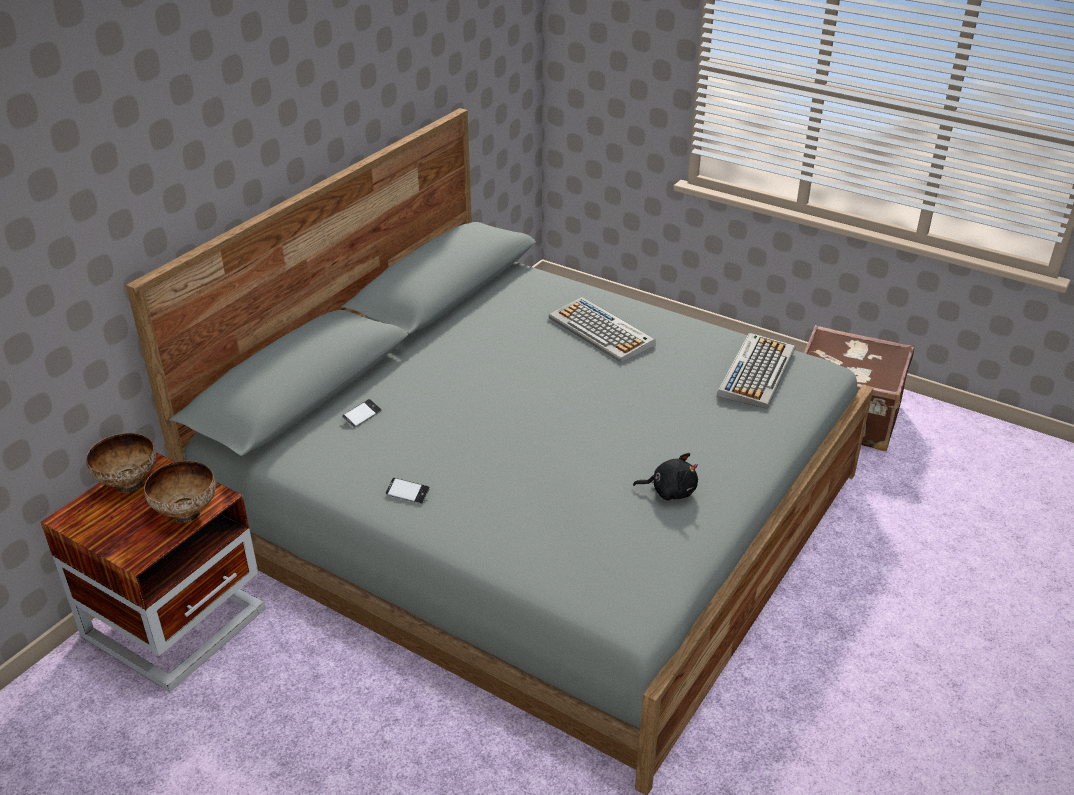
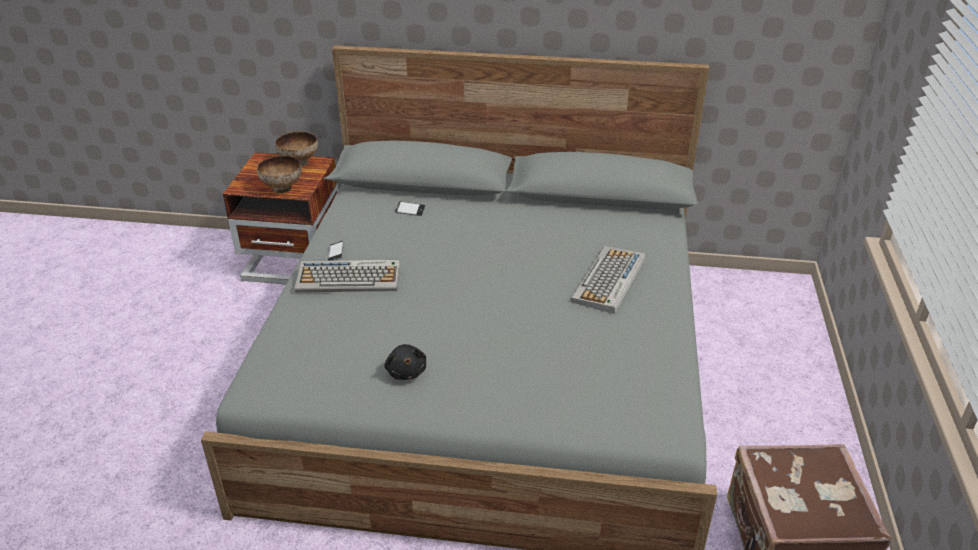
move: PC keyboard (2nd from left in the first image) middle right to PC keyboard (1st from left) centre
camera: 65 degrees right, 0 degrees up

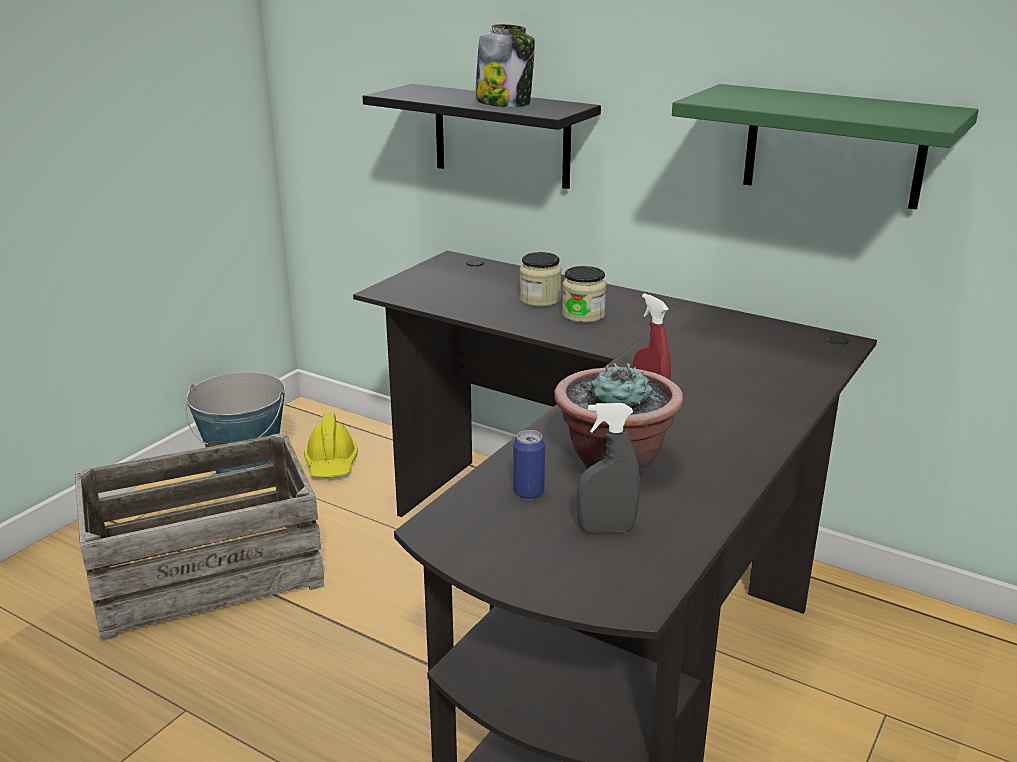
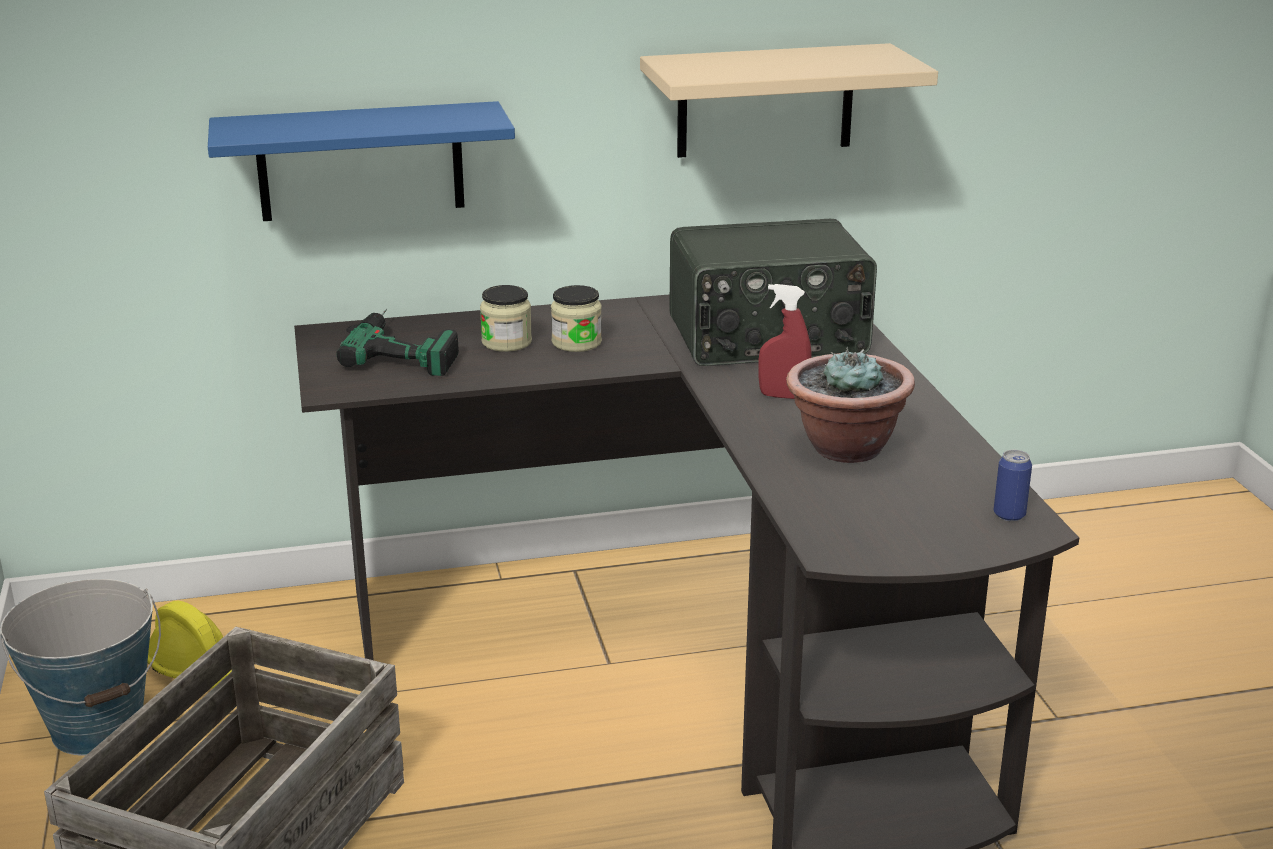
delete: jar (1st from left) top centre; greyish spray bottle centre
insert: electric drill middle left; radio receiver centre
move: sealed can centre to middle right
recolor: blackish wall shelf top centre to blue wall shelf top left; green-coloured wall shelf top right to beige wall shelf top centre
camera: 45 degrees left, 0 degrees up

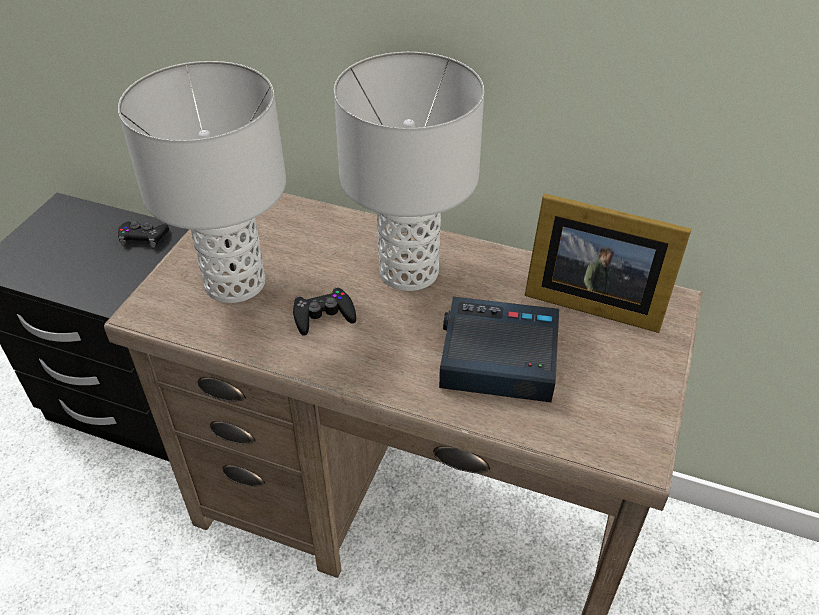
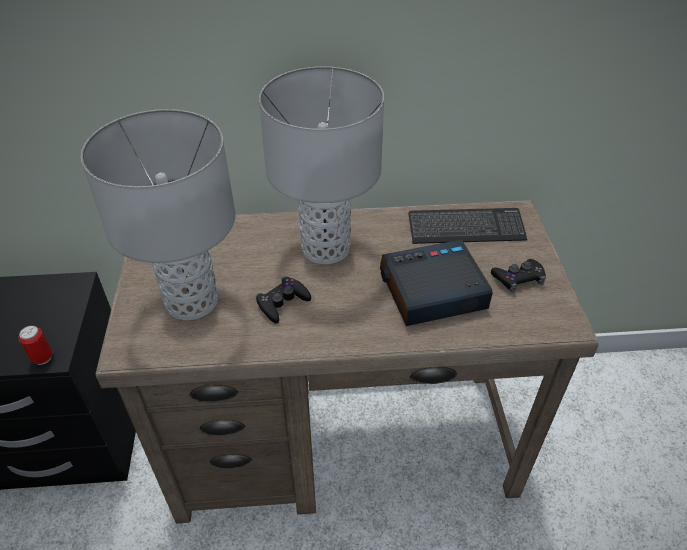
insert: sealed can middle left
move: blackish joypad (1st from left in the first image) middle left to blackish joypad (2nd from left) middle right
replace: picture frame middle right to PC keyboard middle right
camera: 25 degrees left, 0 degrees up

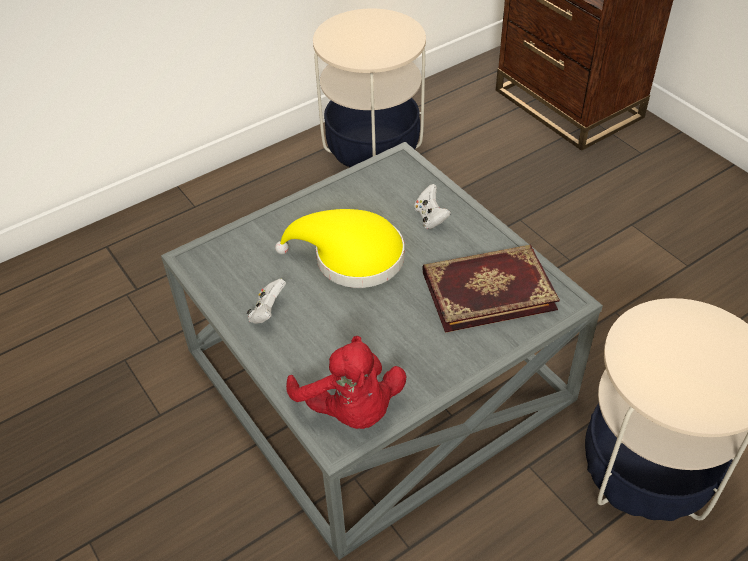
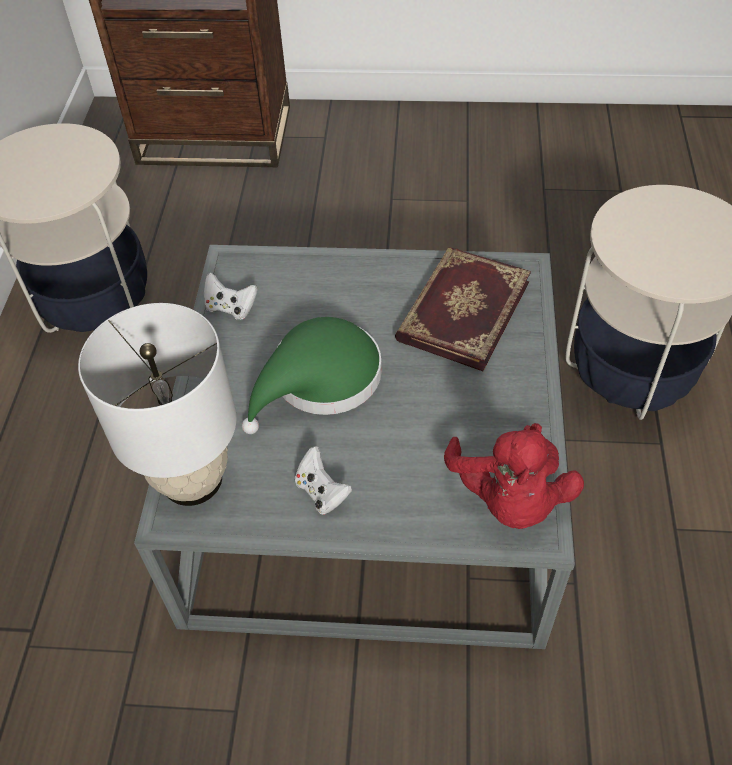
insert: white lamp for a table middle left
move: white joypad (2nd from left in the first image) centre to white joypad (1st from left) middle left
recolor: yellowish hat centre to green-coloured hat centre
rotate: red plush toy bottom centre = middle right 75 degrees clockwise
camera: 50 degrees left, 5 degrees up

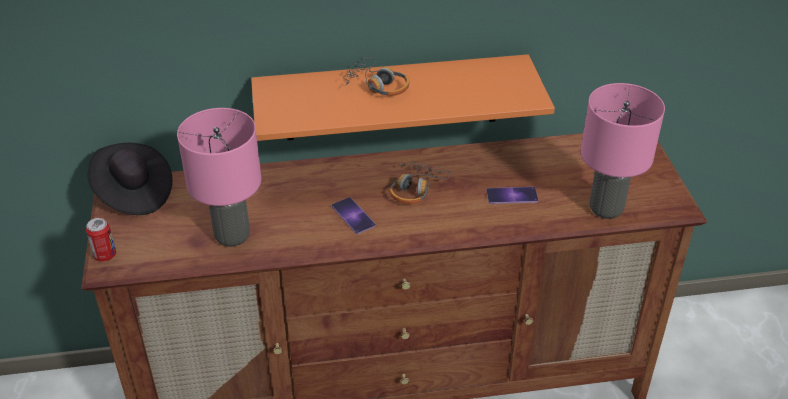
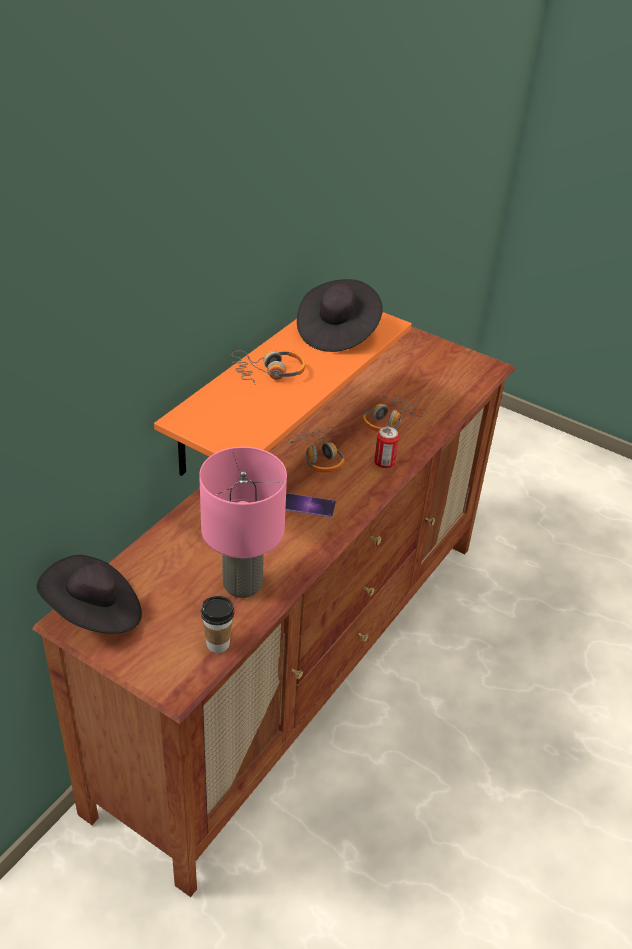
delete: pinkish lamp for a table (2nd from left) middle right
insert: small cup centre; blackish hat (2nd from left) top centre
move: sealed can middle left to centre
replace: phone (2nd from left) centre to headphones (3rd from left) centre
camera: 50 degrees left, 0 degrees up

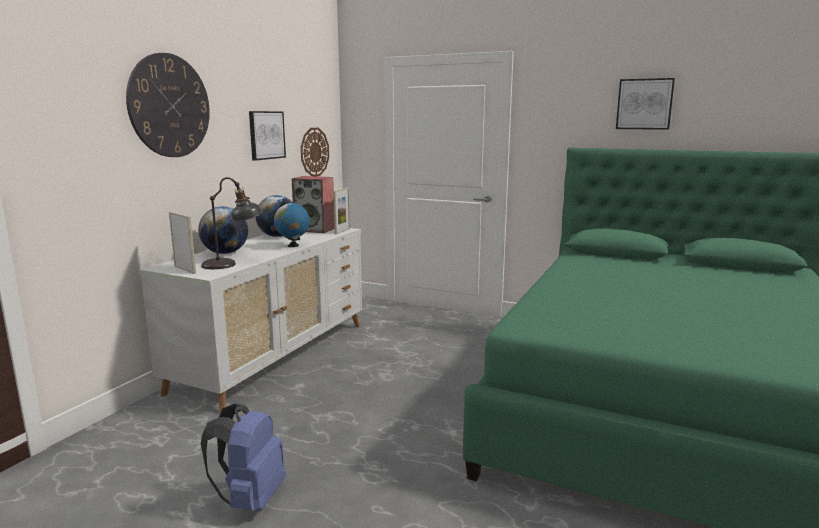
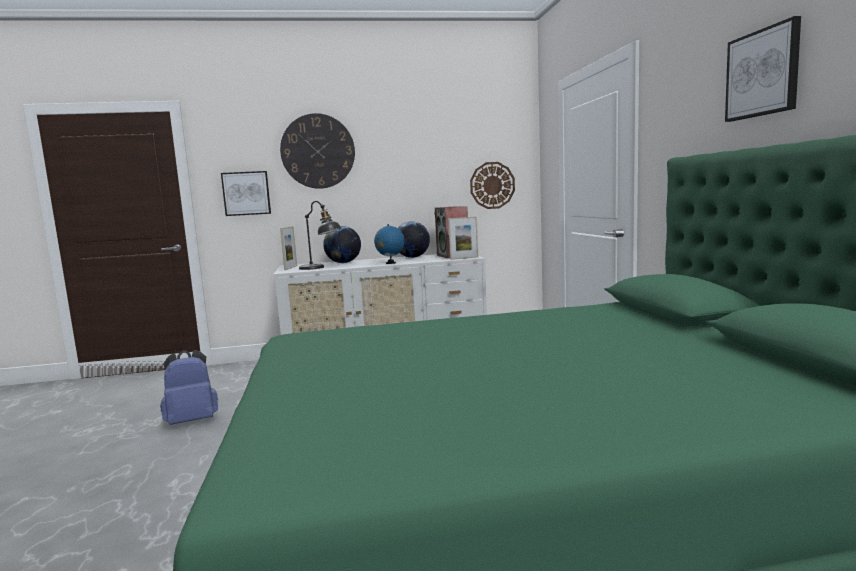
move: picture (1st from left) top left to middle left
camera: 55 degrees right, 5 degrees down

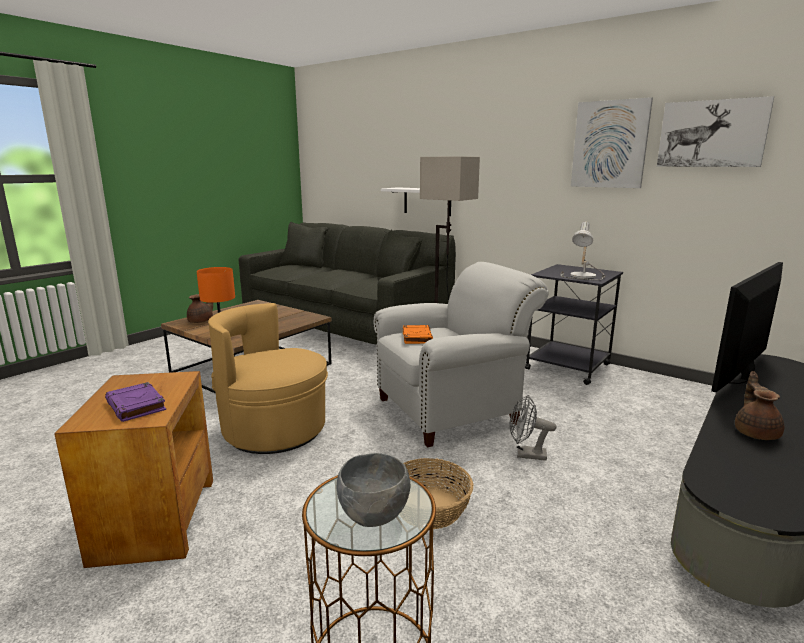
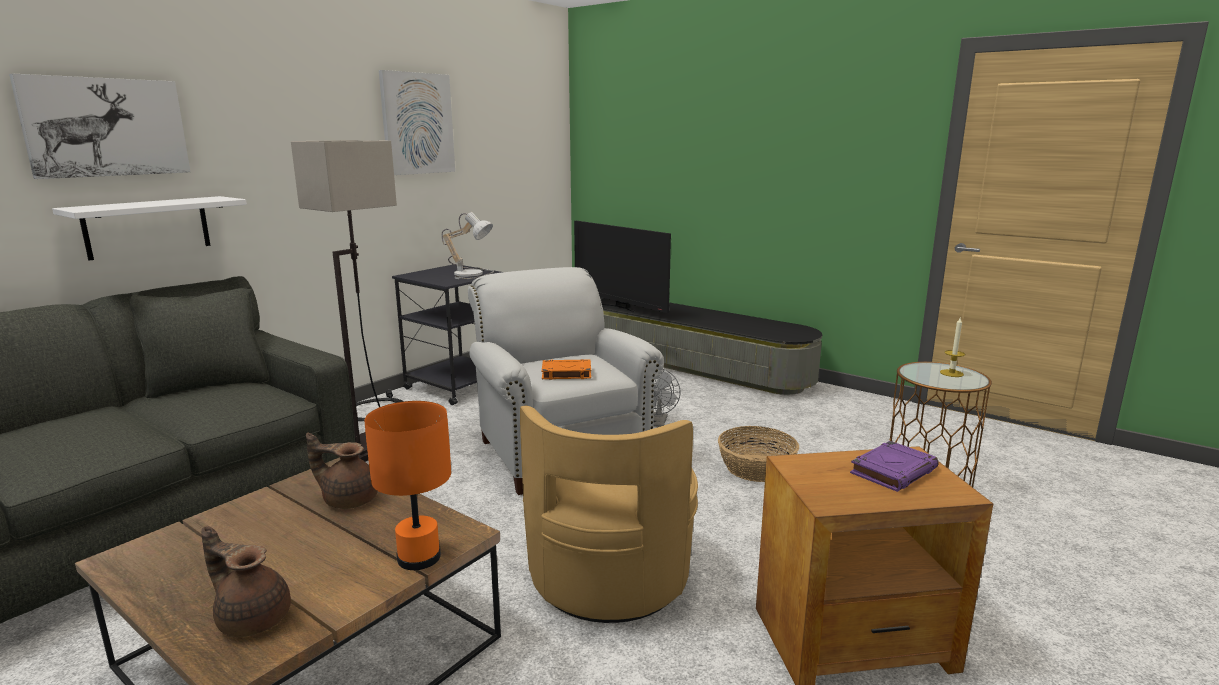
move: picture (2nd from left in the first image) top right to picture (1st from left) top left; brown teapot (2nd from left) middle right to bottom left
replace: greyish deep dish bottom centre to wax light middle right
camera: 90 degrees left, 0 degrees up

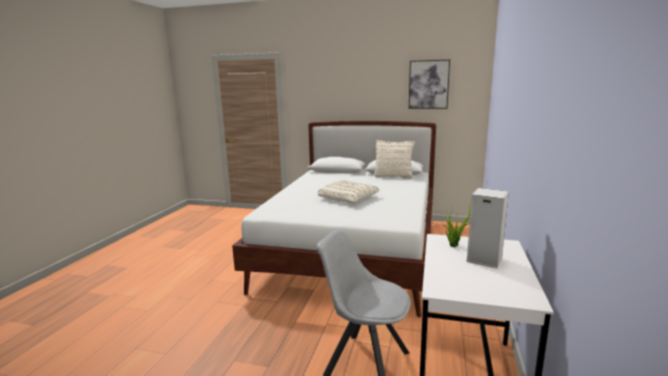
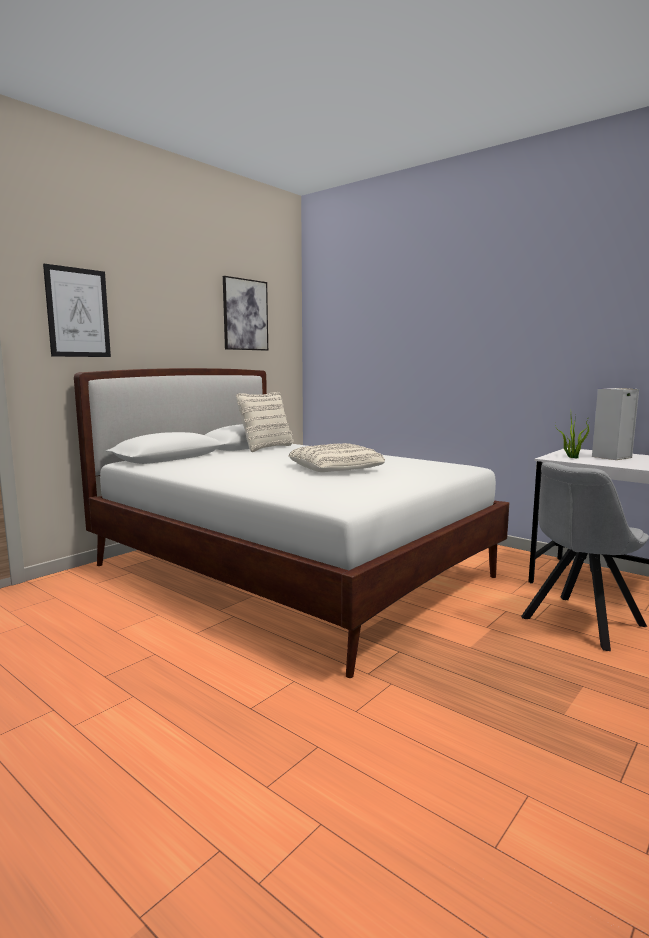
insert: picture (1st from left) top left
camera: 65 degrees left, 5 degrees down

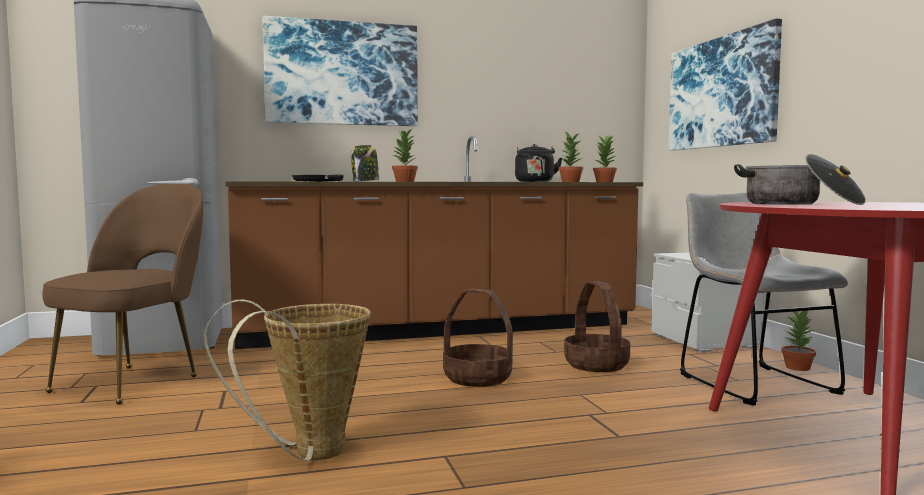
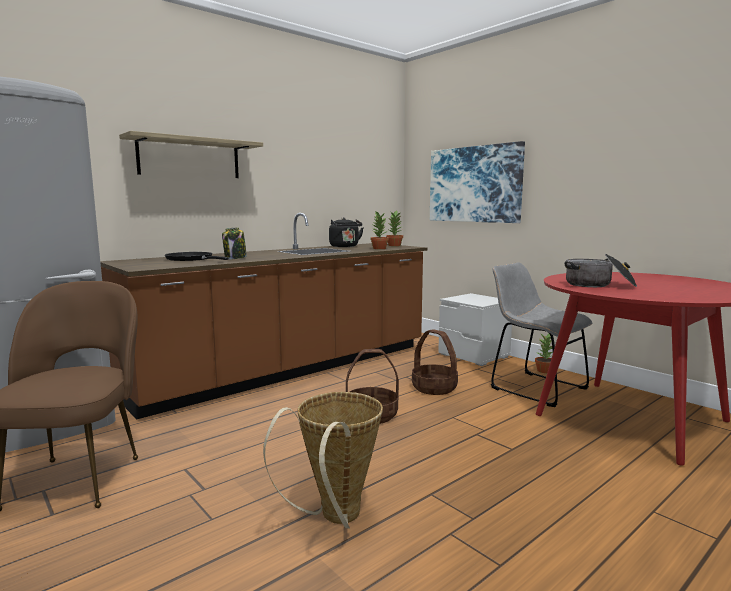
delete: potted plant (1st from left) top centre
replace: picture (1st from left) top centre to wall shelf top left
camera: 25 degrees left, 5 degrees up

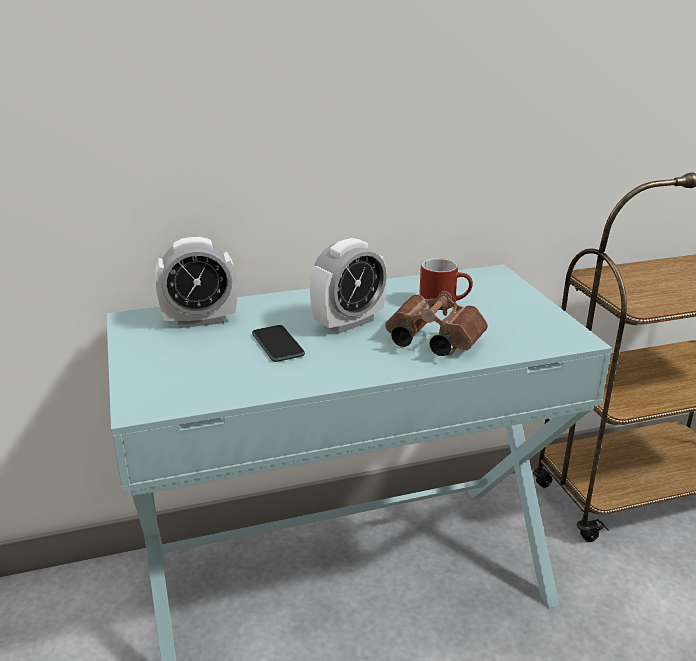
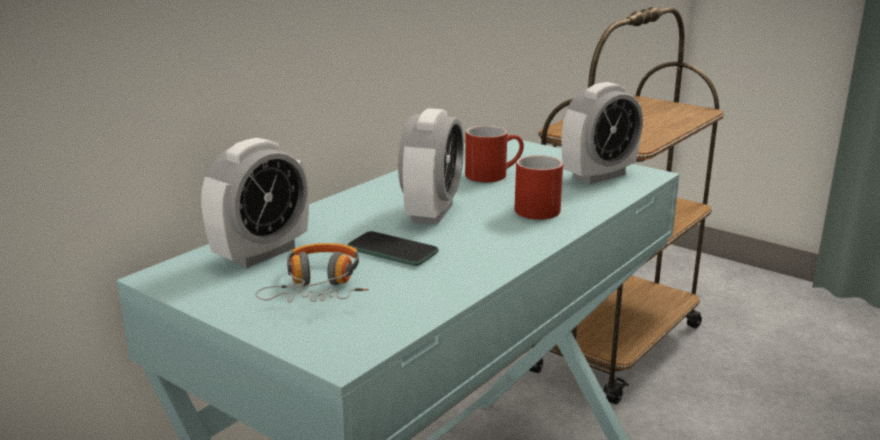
insert: headphones centre; alarm clock (3rd from left) top right
replace: brown field glasses centre to red coffee mug (2nd from left) centre
camera: 35 degrees left, 5 degrees down

